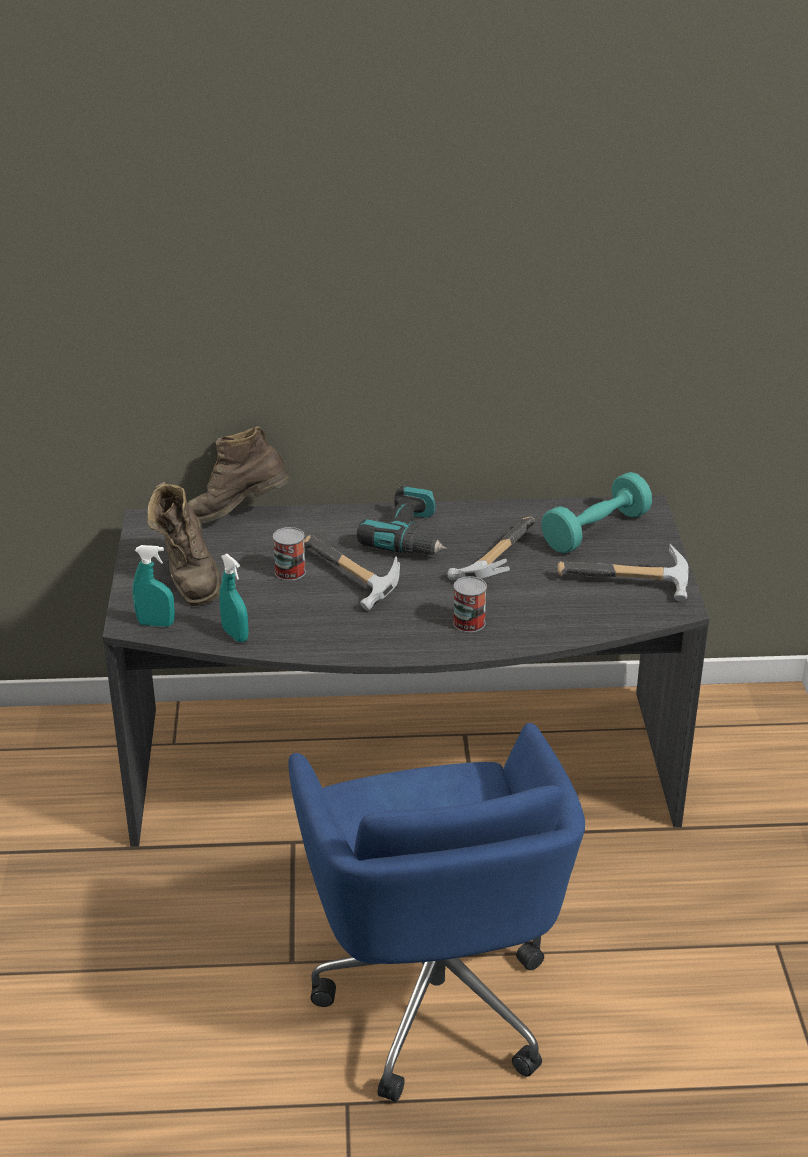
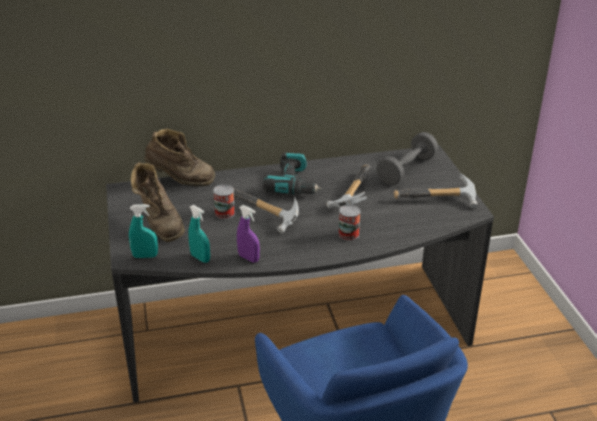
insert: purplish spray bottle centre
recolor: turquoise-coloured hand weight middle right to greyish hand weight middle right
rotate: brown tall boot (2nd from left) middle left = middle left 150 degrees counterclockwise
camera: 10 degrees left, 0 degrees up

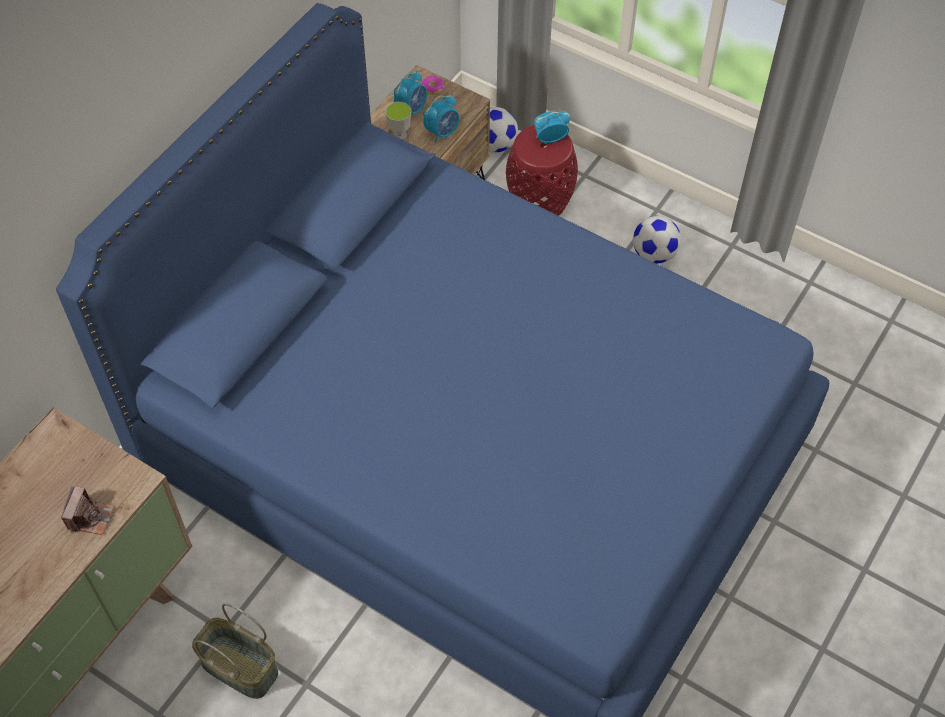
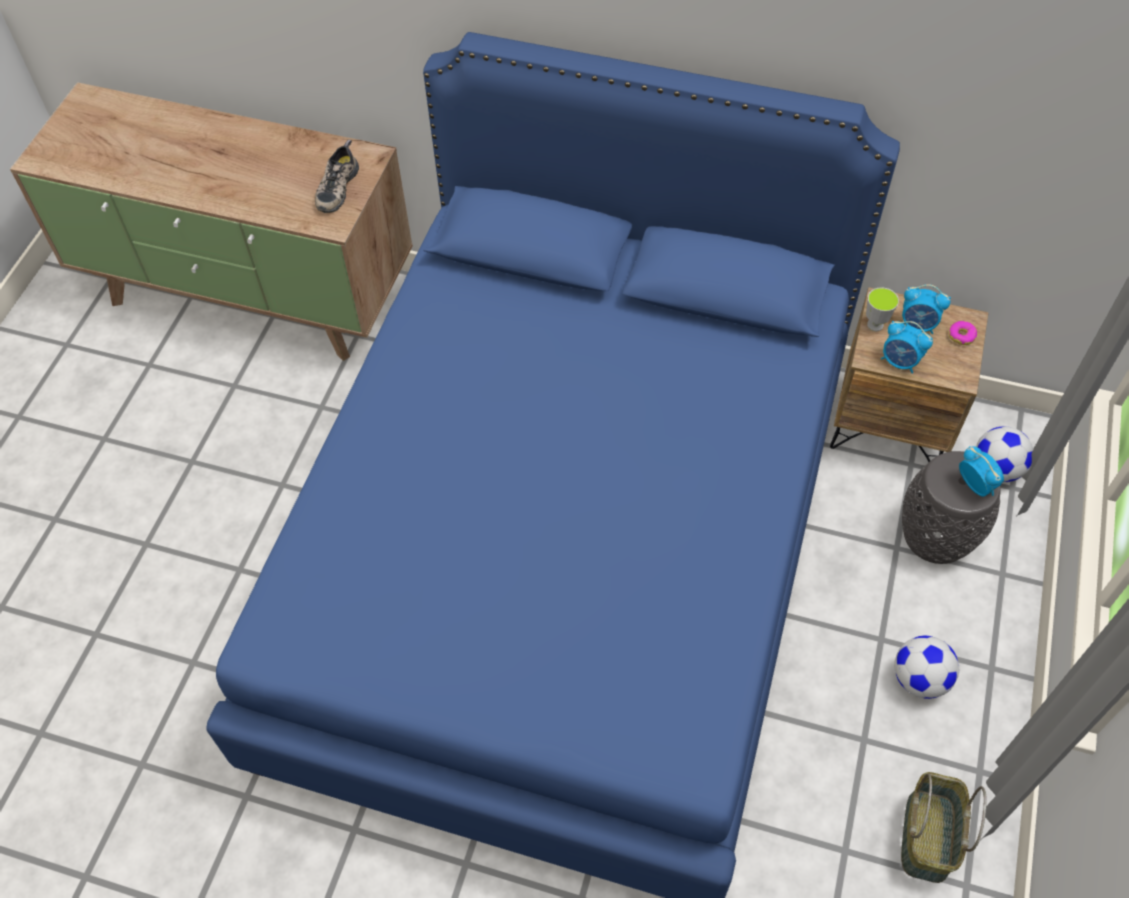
delete: still camera bottom left
insert: item of footwear top left
move: storage basket bottom left to bottom right
recolor: red stool top centre to greyish stool middle right
camera: 75 degrees right, 0 degrees up

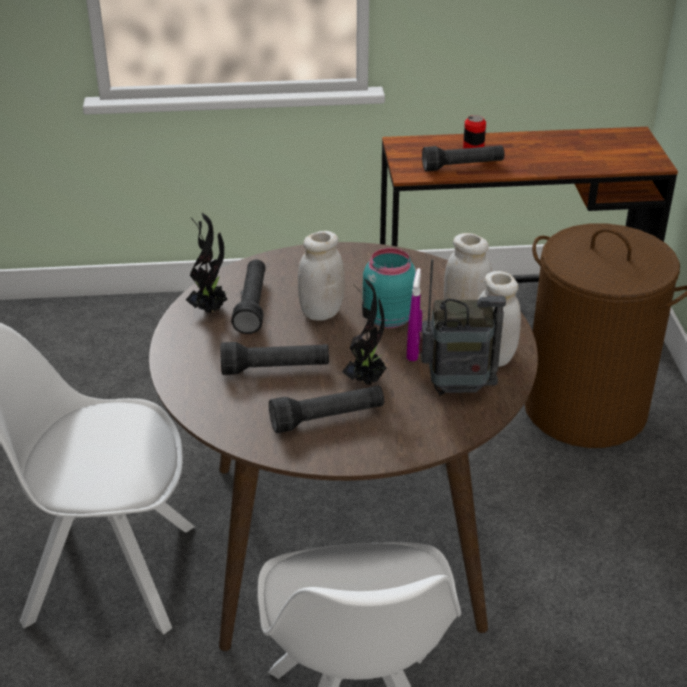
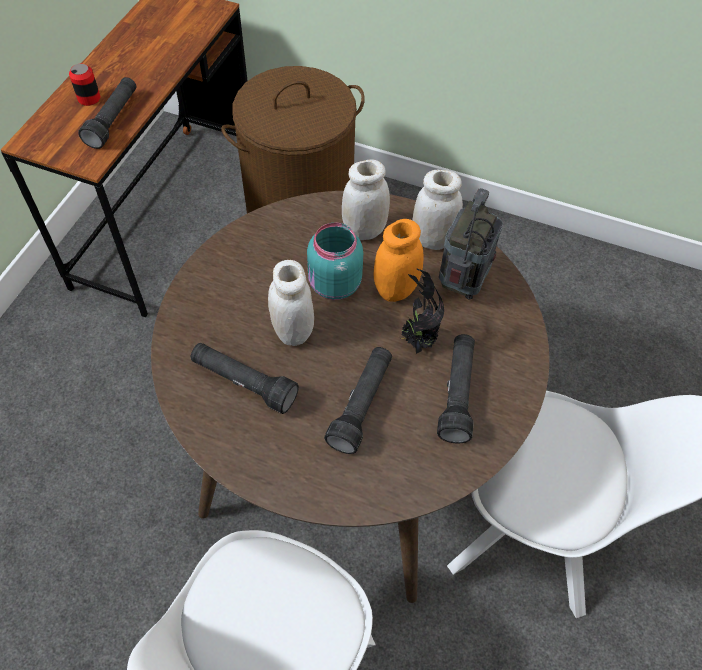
delete: potted plant (1st from left) middle left
replace: purplish spray bottle centre to orange jar centre
camera: 65 degrees left, 20 degrees up

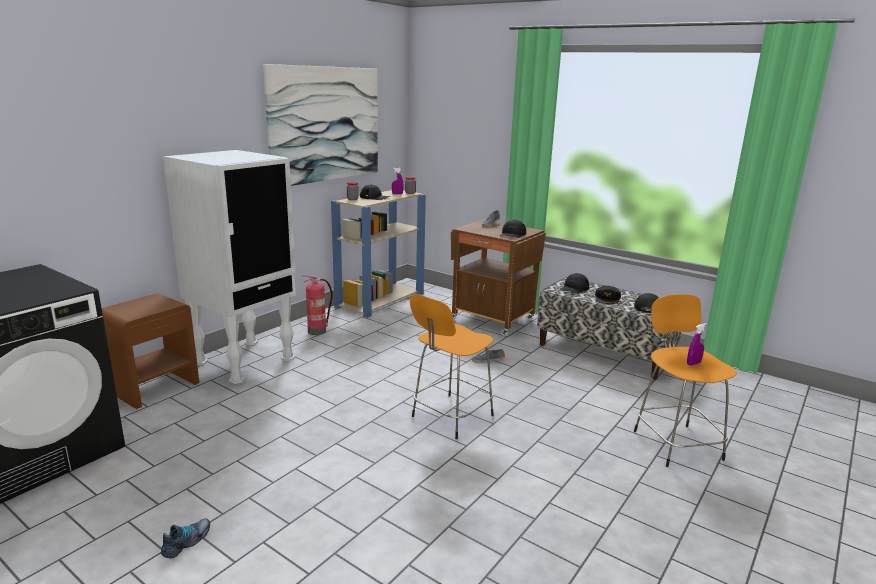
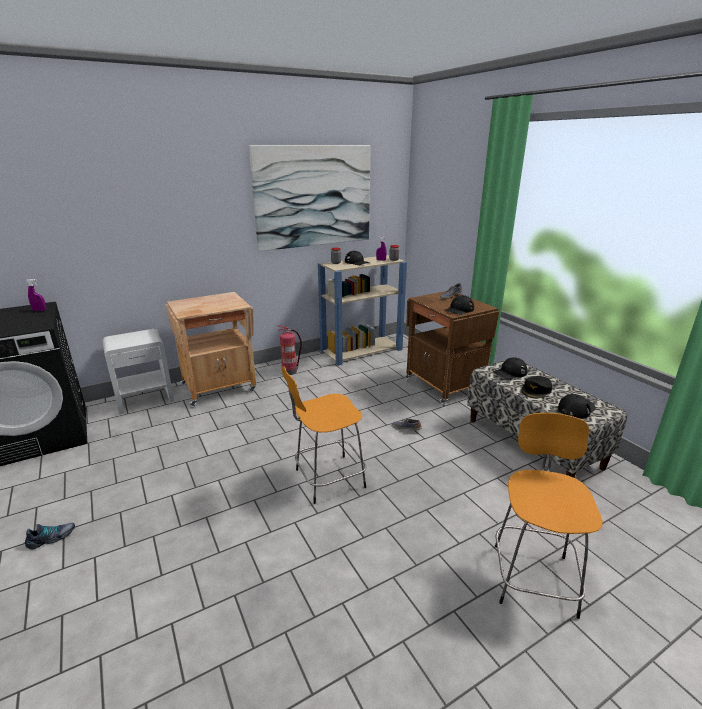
move: purplish spray bottle (2nd from left in the first image) middle right to purplish spray bottle (1st from left) middle left
replace: white storage cabinet middle left to brown wheeled cart (1st from left) middle left
recolor: brown bedside table middle left to white bedside table middle left
camera: 25 degrees right, 5 degrees up

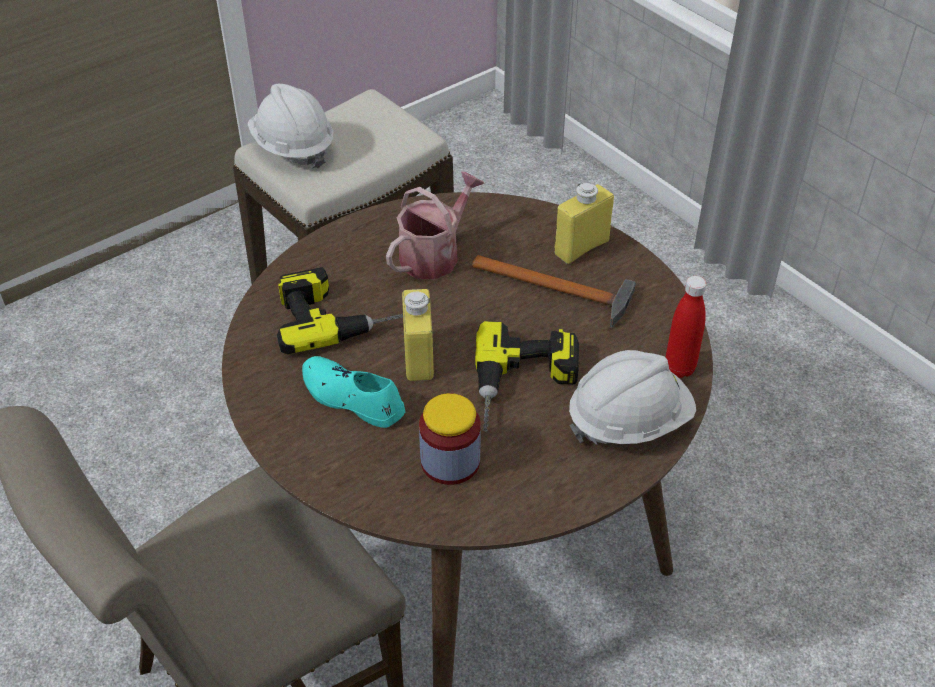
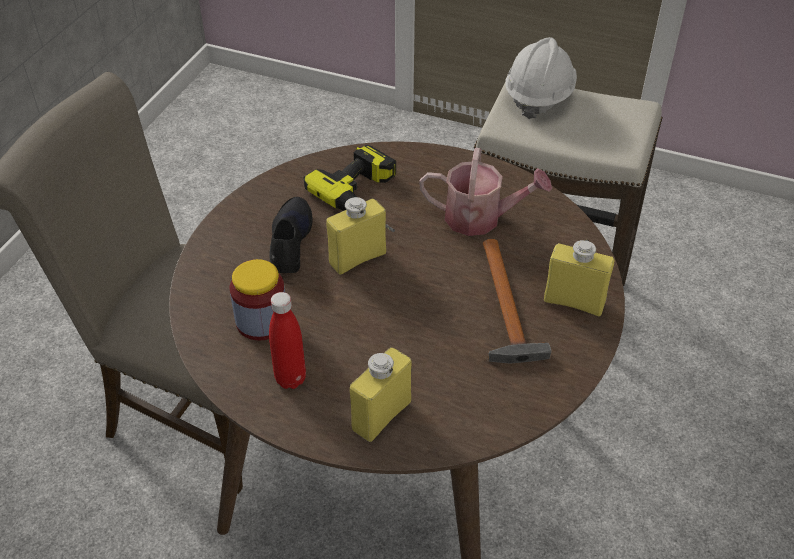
delete: electric drill (2nd from left) centre
move: red bottle middle right to centre
replace: white hard hat (2nd from left) middle right to yellowish bottle (2nd from left) bottom centre
recolor: turquoise-coloured item of footwear centre to blackish item of footwear centre
camera: 60 degrees right, 0 degrees up

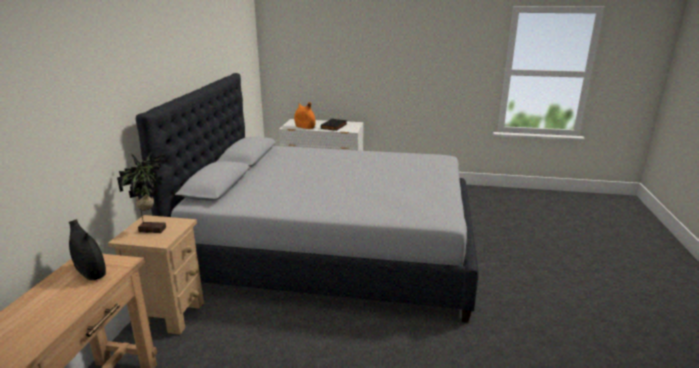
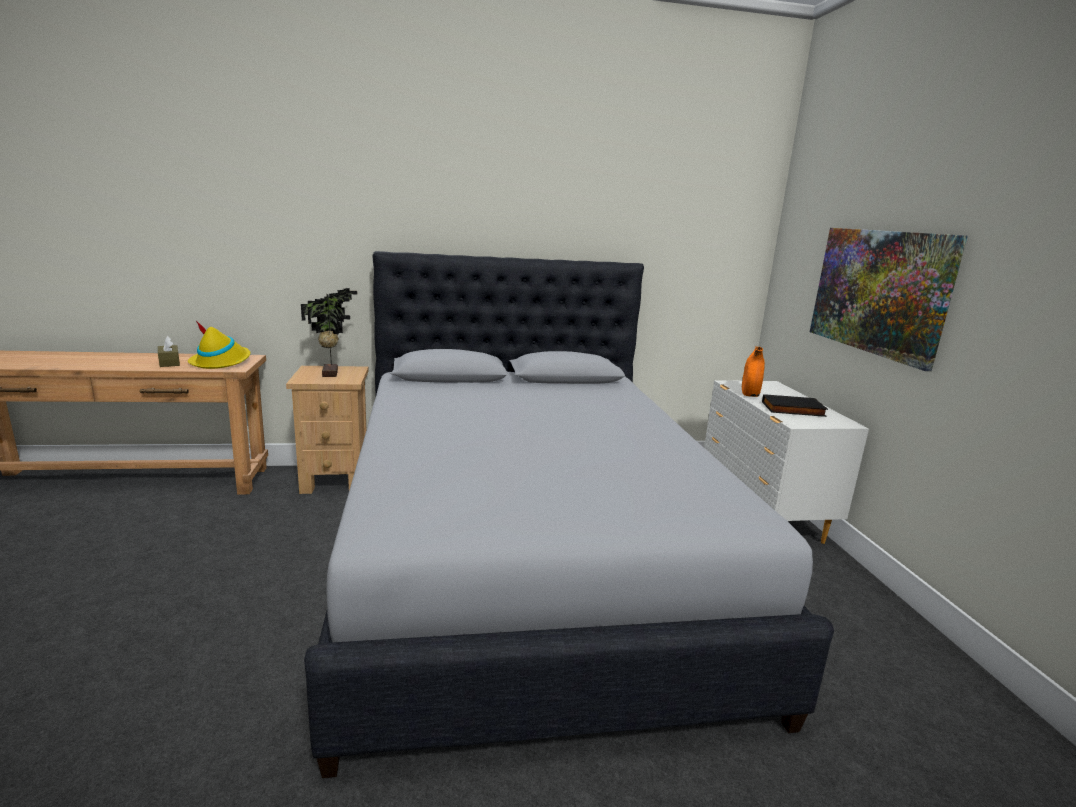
insert: brown tissue box middle left; picture middle right
replace: blackish flower vase bottom left to yellowish hat middle left
camera: 70 degrees right, 5 degrees down

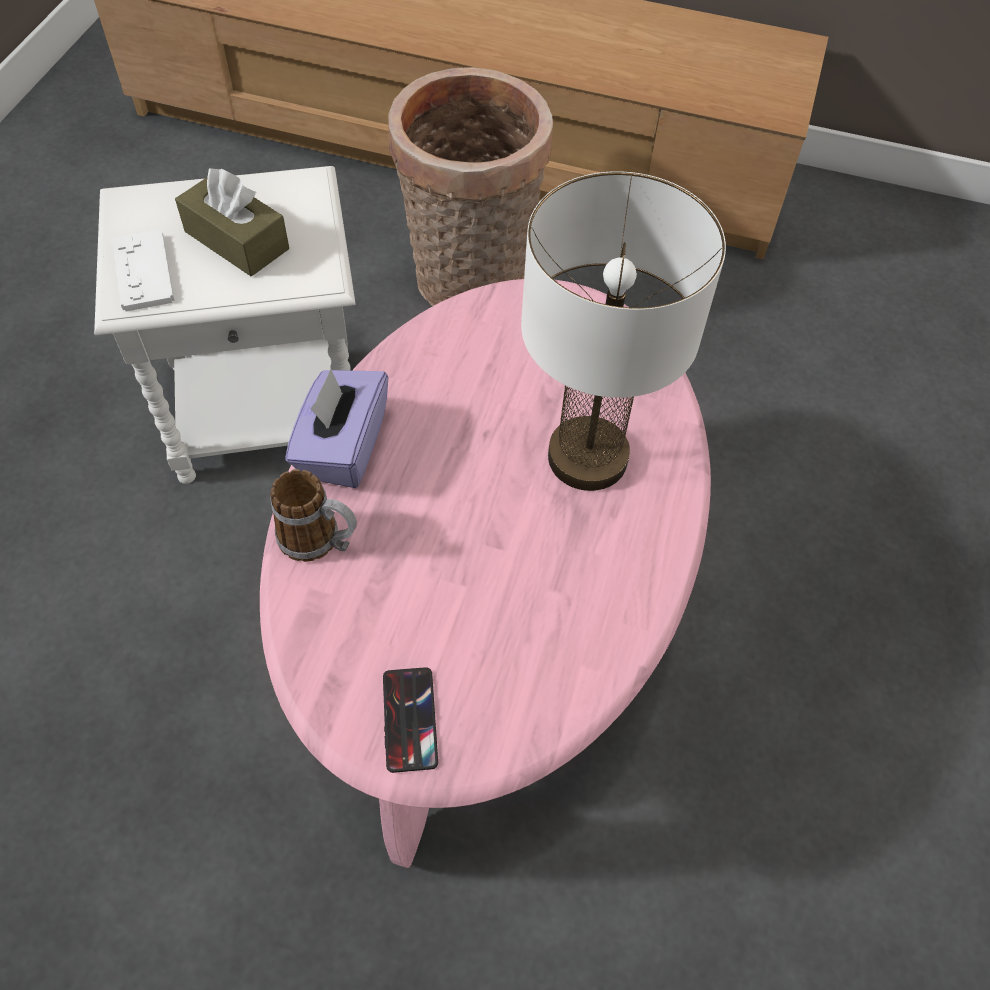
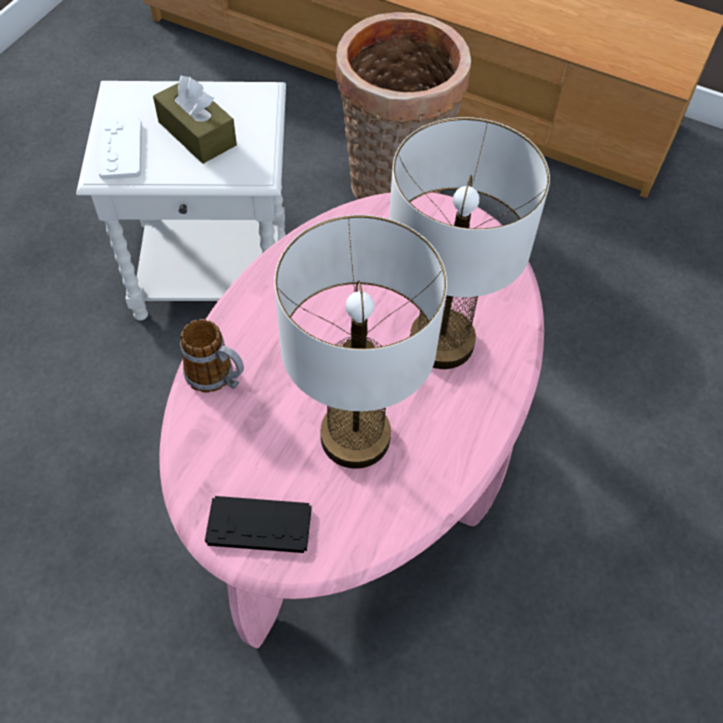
delete: purplish tissue box centre
insert: lamp for a table (1st from left) centre
replace: phone bottom centre to blackish joypad bottom centre
camera: 10 degrees right, 0 degrees up

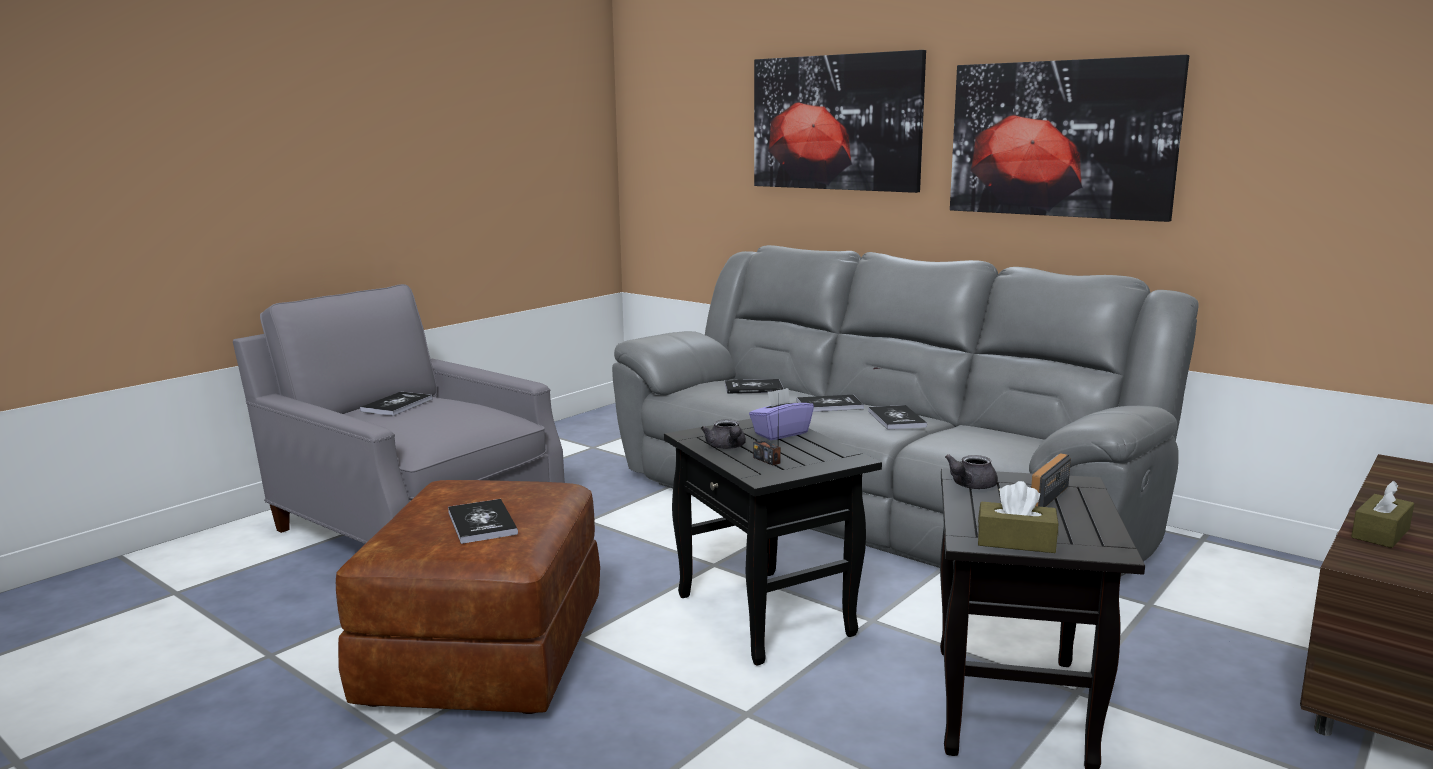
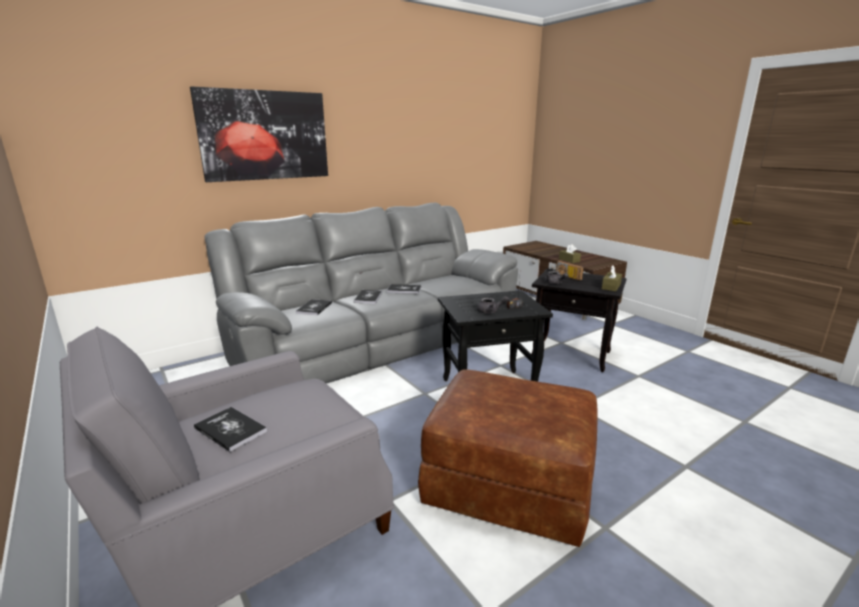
delete: bound book (2nd from left) bottom centre; purplish tissue box centre; picture (2nd from left) top right
camera: 75 degrees left, 5 degrees up

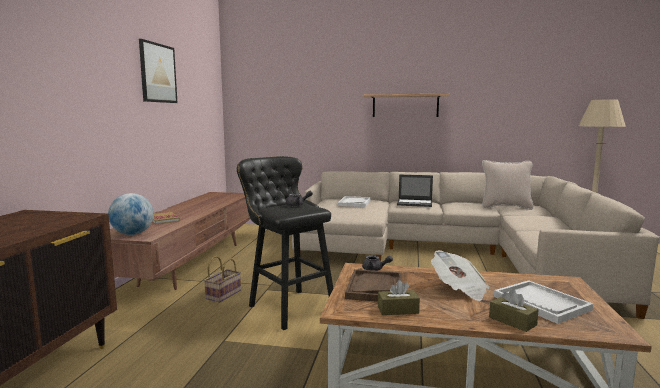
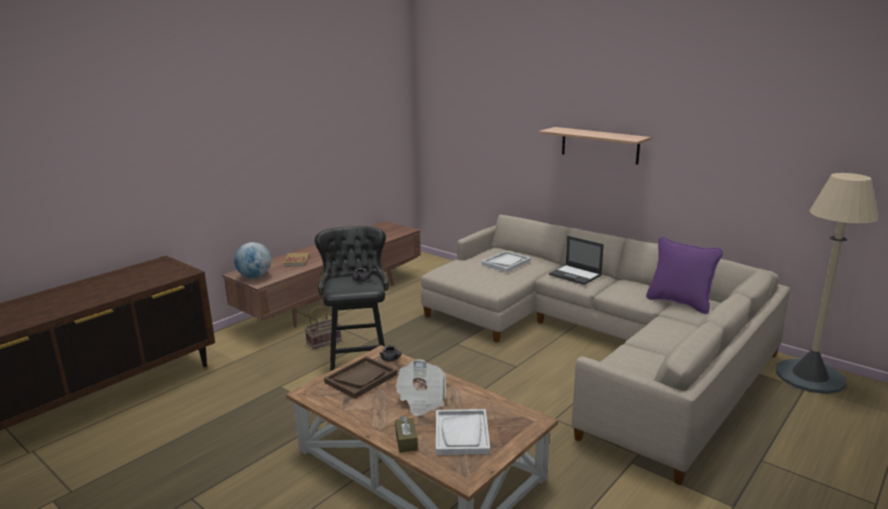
delete: picture top left; brown tissue box (1st from left) bottom centre
recolor: beige pillow middle right to purplish pillow middle right
camera: 30 degrees right, 10 degrees up

